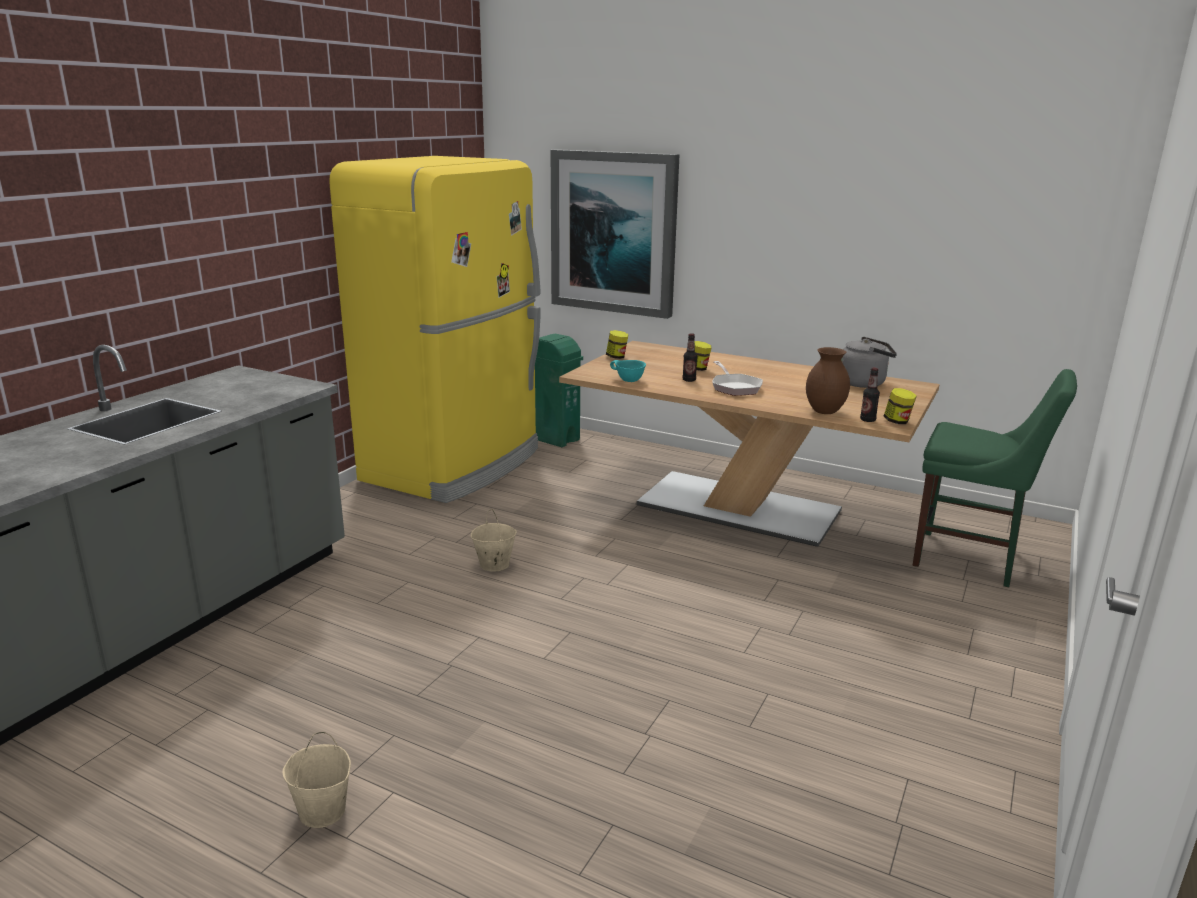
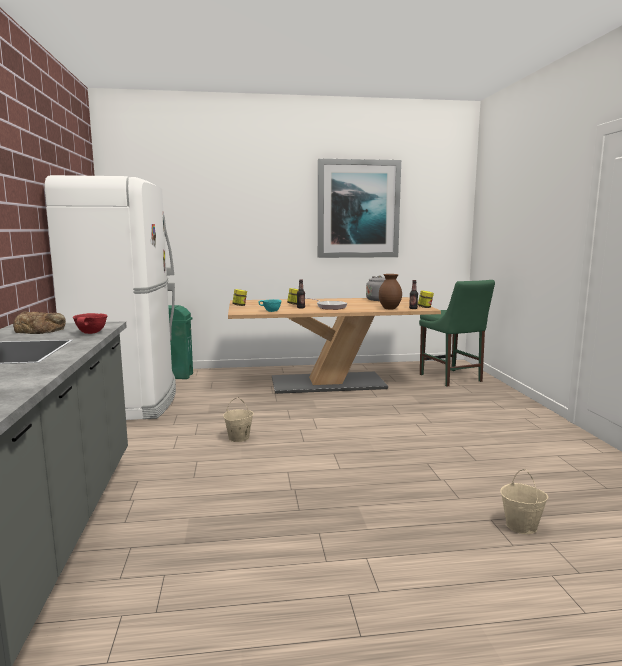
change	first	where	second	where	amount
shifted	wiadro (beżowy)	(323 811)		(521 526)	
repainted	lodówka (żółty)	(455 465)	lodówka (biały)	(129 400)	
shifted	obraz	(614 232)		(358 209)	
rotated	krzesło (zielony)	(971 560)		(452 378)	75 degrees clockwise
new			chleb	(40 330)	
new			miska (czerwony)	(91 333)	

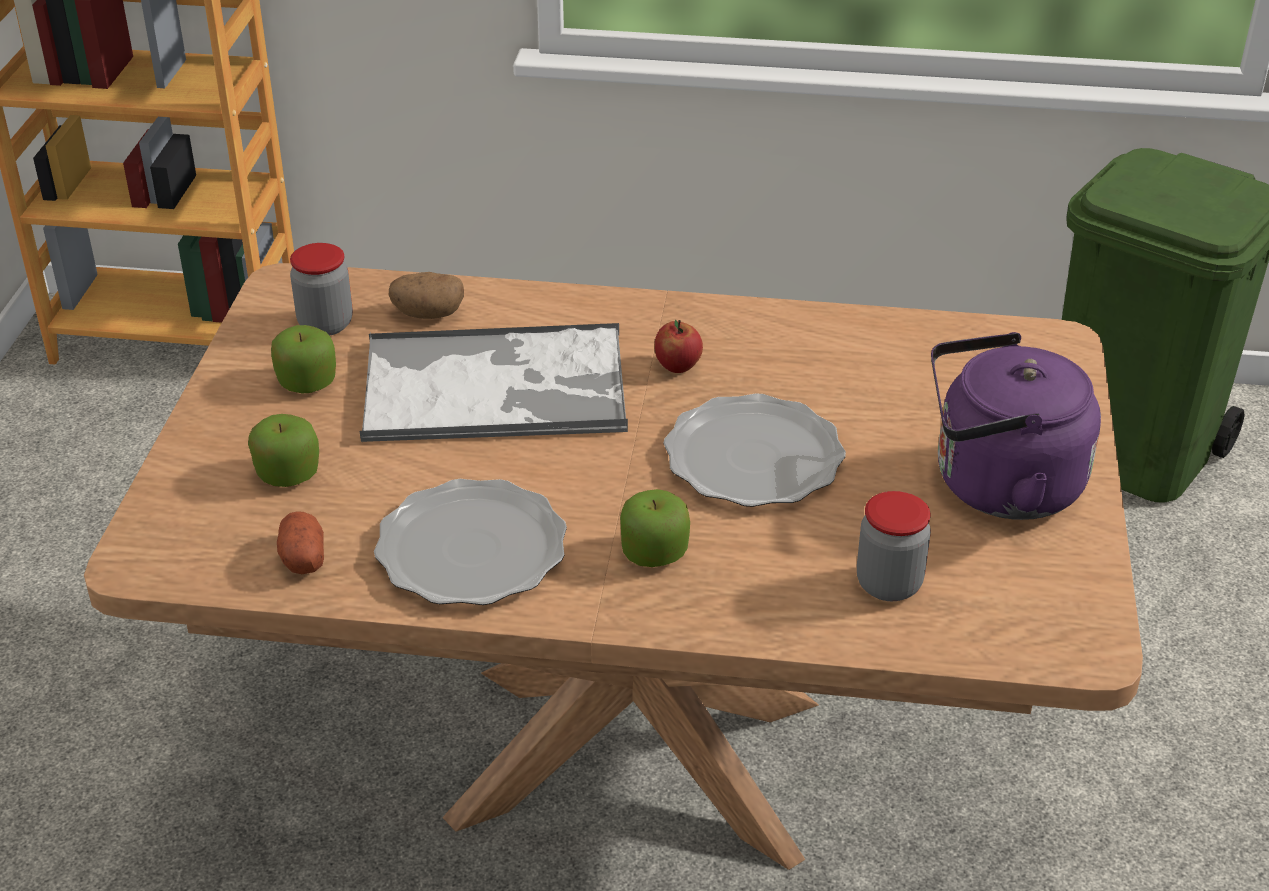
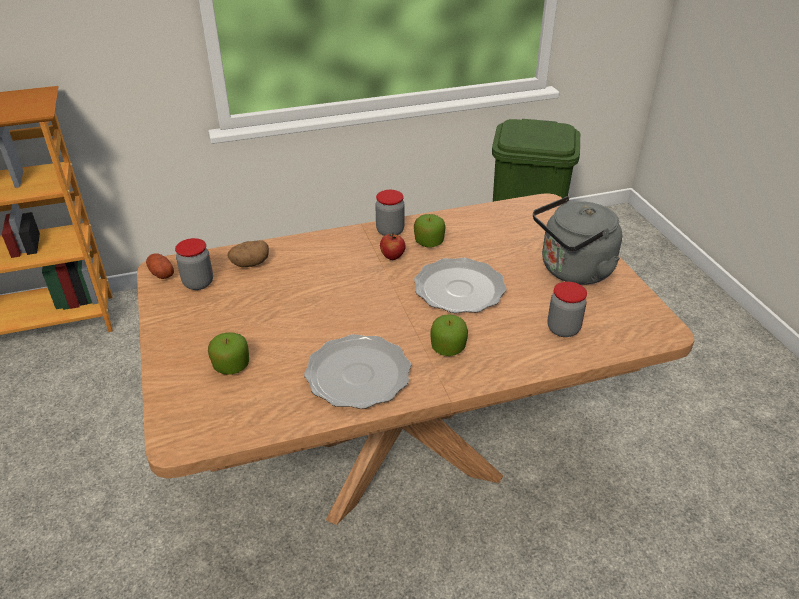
change	first	where	second	where	amount
shifted	jabłko	(307 382)		(429 242)	
shifted	ziemniak	(302 557)		(161 273)	
gone	taca	(497 386)			
repainted	czajnik (fioletowy)	(998 486)	czajnik (szary)	(572 271)	
new			słoik	(390 231)	

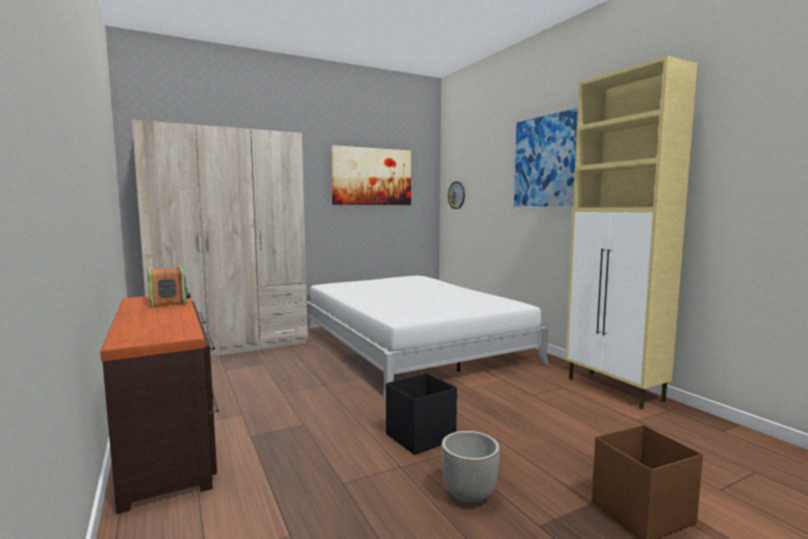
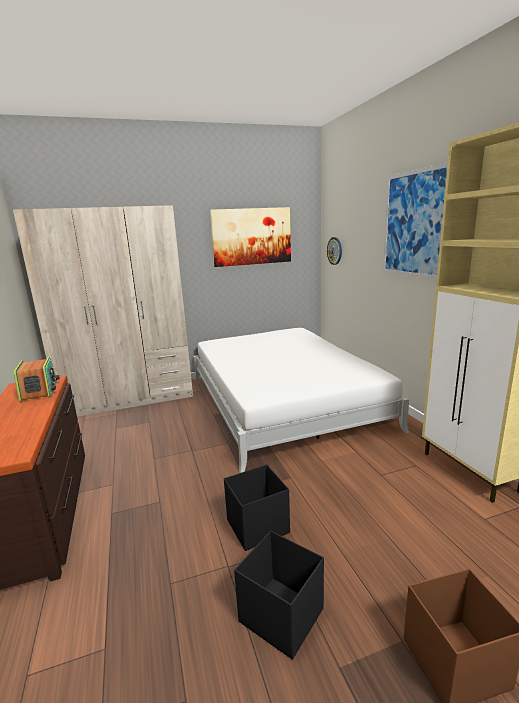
change	first	where	second	where	amount
swapped	donica	(468 496)	pojemnik do przechowywania (czarny)	(280 614)	

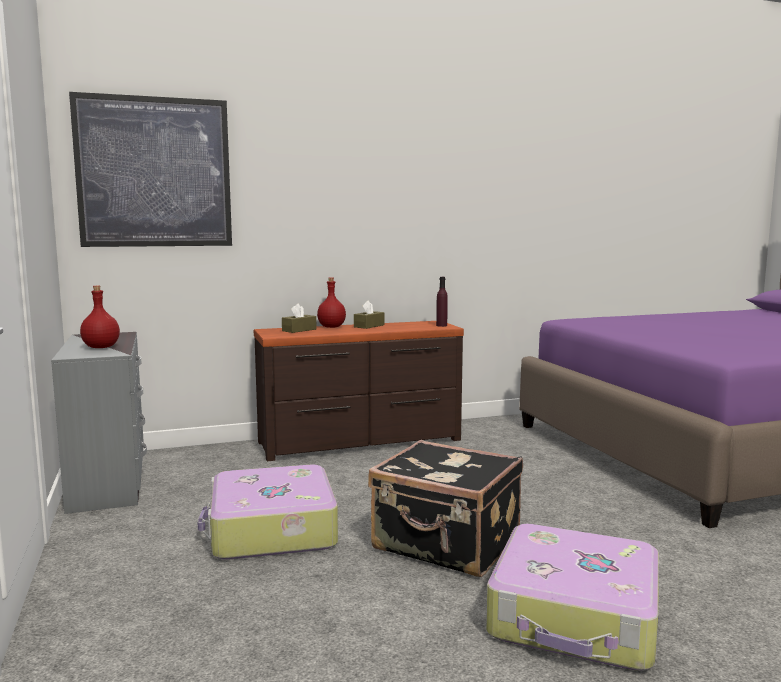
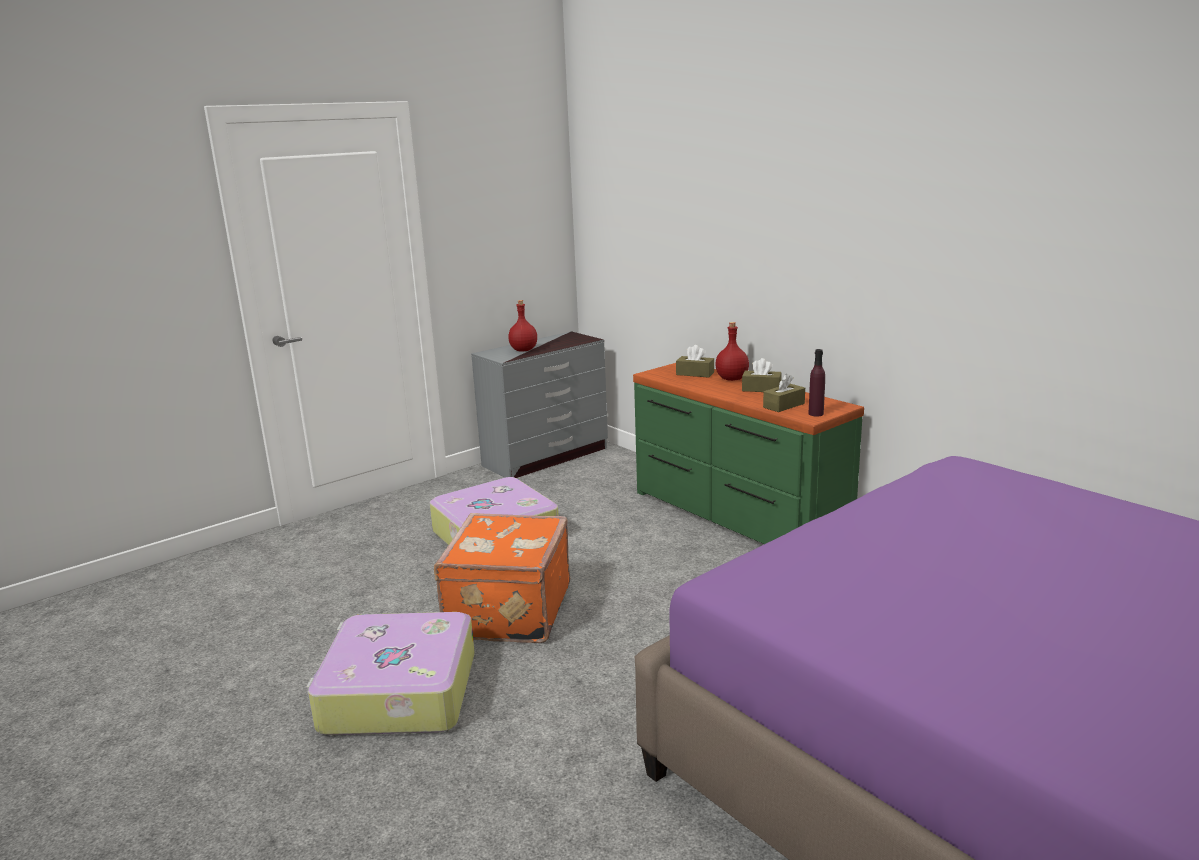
change	first	where	second	where	amount
gone	obraz	(154 172)			
repainted	komoda (brązowy)	(360 442)	komoda (zielony)	(736 516)	
repainted	walizka (czarny)	(446 544)	walizka (pomarańczowy)	(506 611)	
new			pudełko chusteczek (brązowy)	(783 405)	

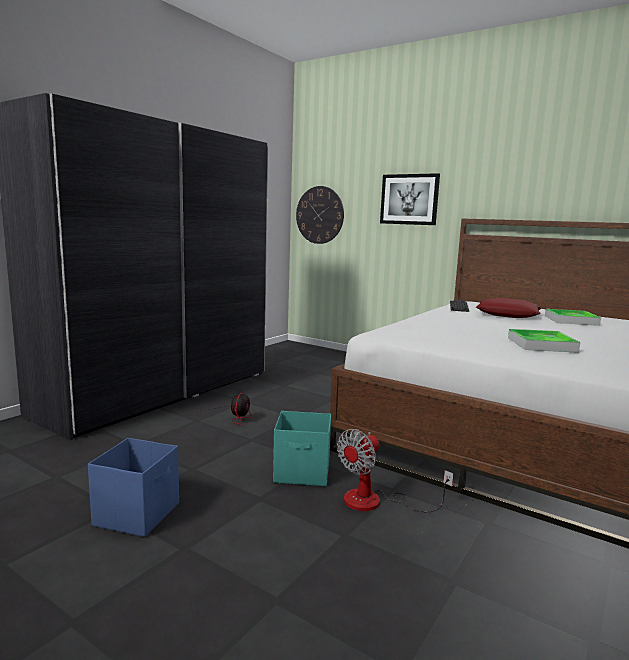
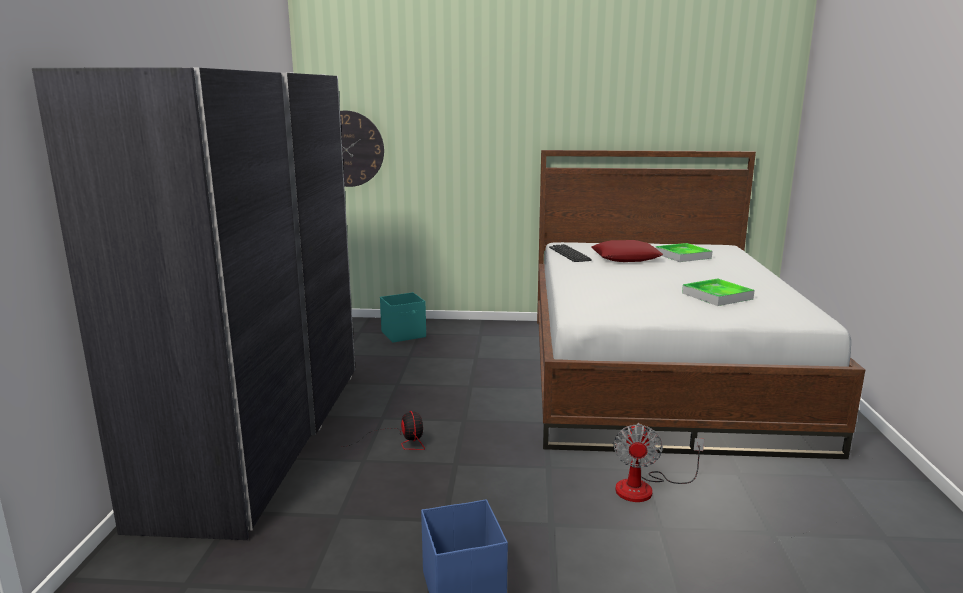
change	first	where	second	where	amount
shifted	pojemnik do przechowywania (turkusowy)	(303 473)		(404 334)	
gone	obraz	(409 199)			

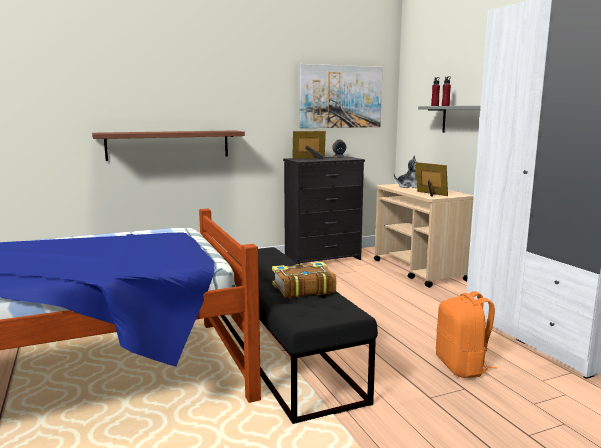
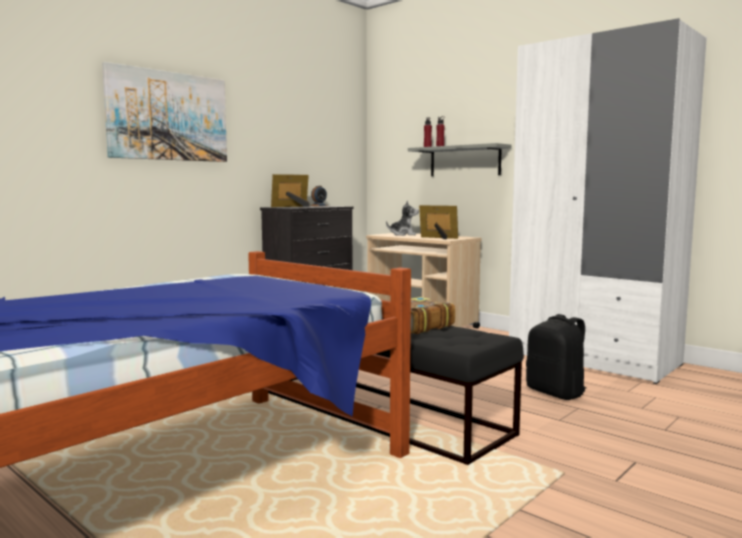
change	first	where	second	where	amount
gone	półka	(168 145)			
shifted	obraz	(340 97)		(168 116)	
repainted	plecak (pomarańczowy)	(462 367)	plecak (czarny)	(556 393)	

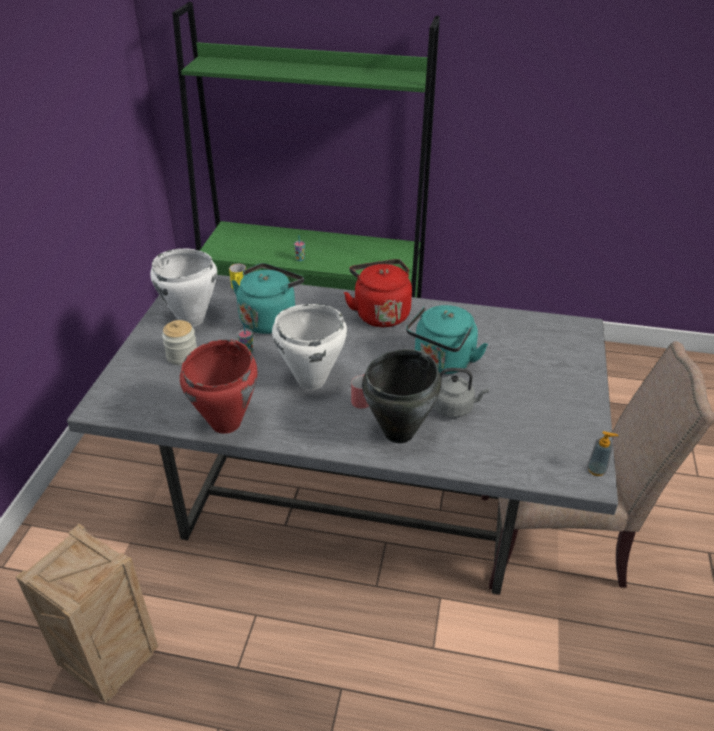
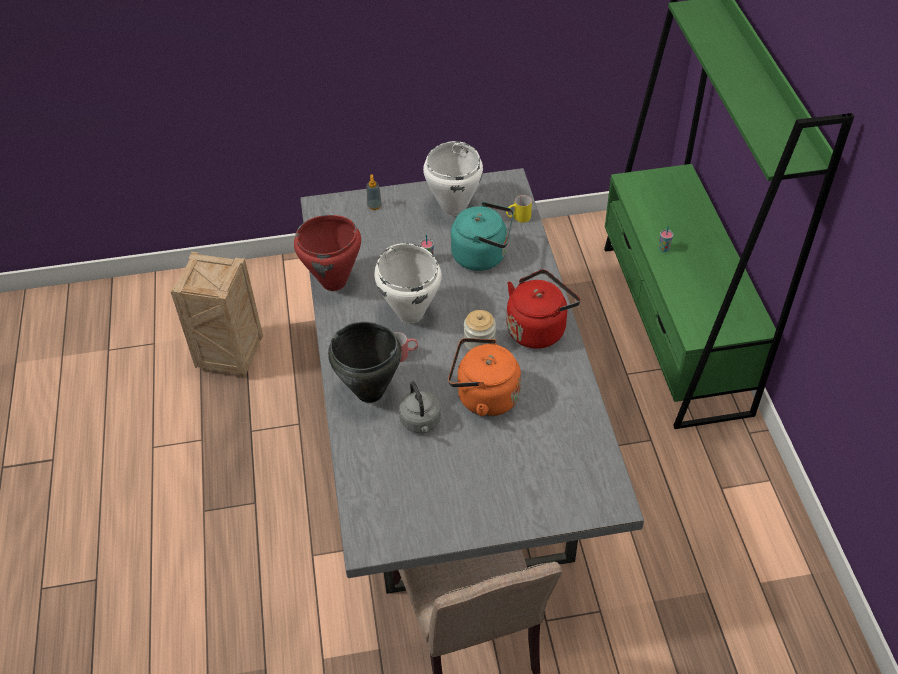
change	first	where	second	where	amount
shifted	słoik	(182 356)		(479 343)	
repainted	czajnik (turkusowy)	(442 363)	czajnik (pomarańczowy)	(483 397)	
shifted	dozownik mydła	(596 470)		(374 206)	

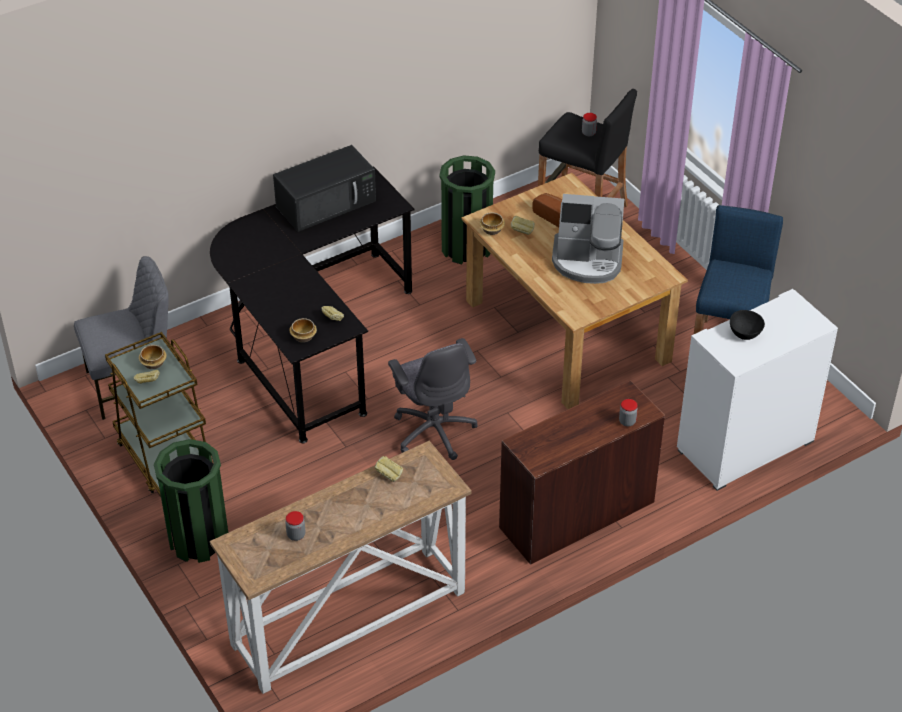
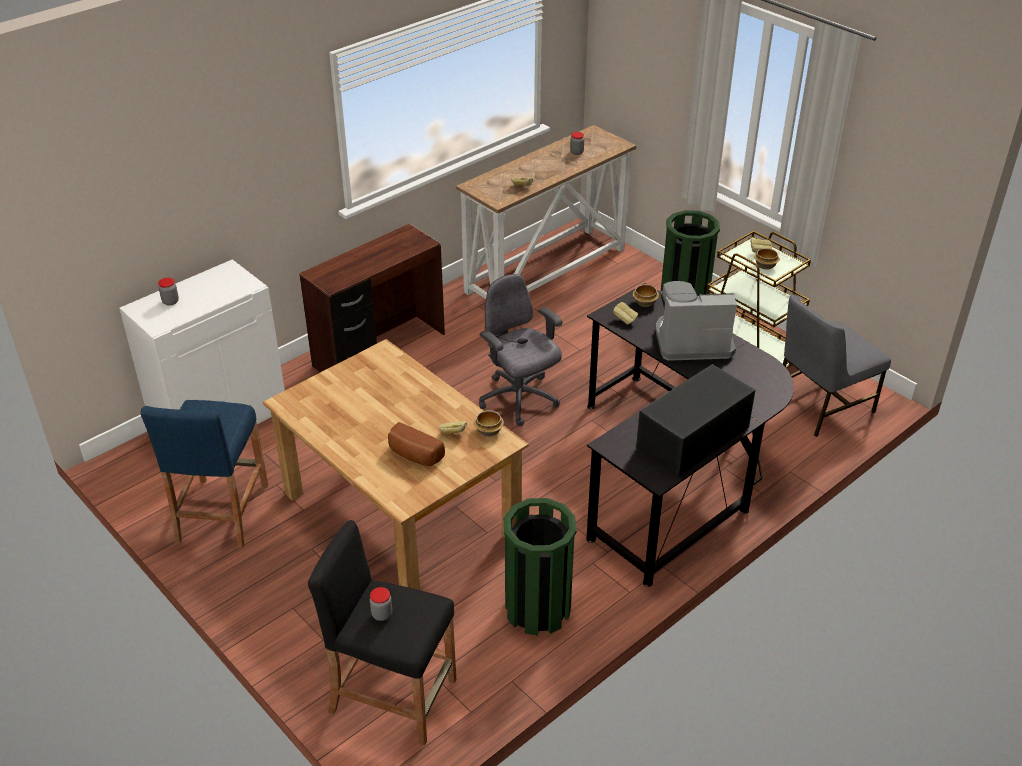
change	first	where	second	where	amount
shifted	ekspres do kawy	(588 261)		(691 341)	
shifted	słoik	(627 421)		(170 301)	
gone	miska (czarny)	(745 333)			

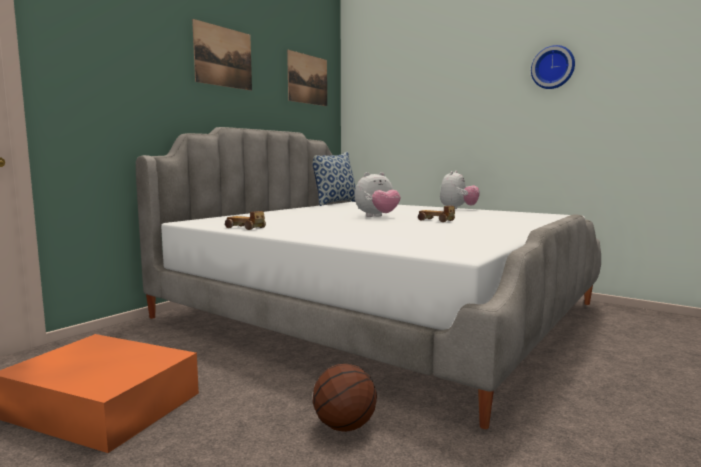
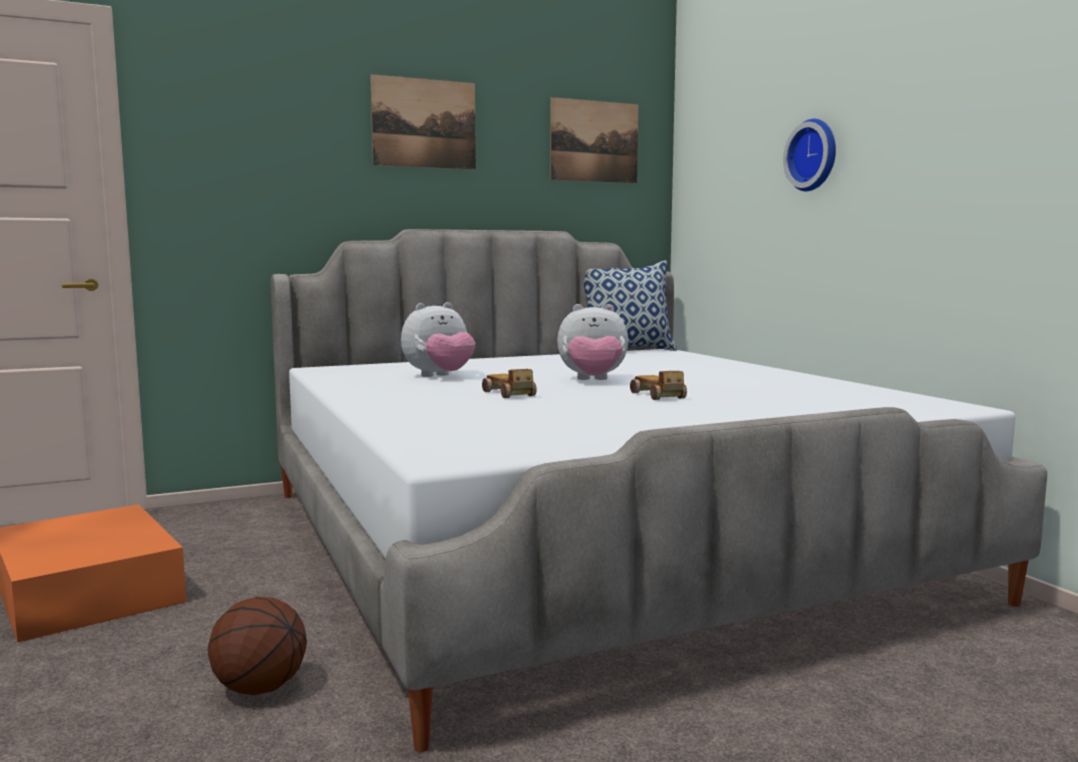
change	first	where	second	where	amount
shifted	samochodzik	(245 228)		(509 394)	
shifted	pluszak	(458 209)		(439 376)	
shifted	zegar ścienny	(553 67)		(814 155)	

